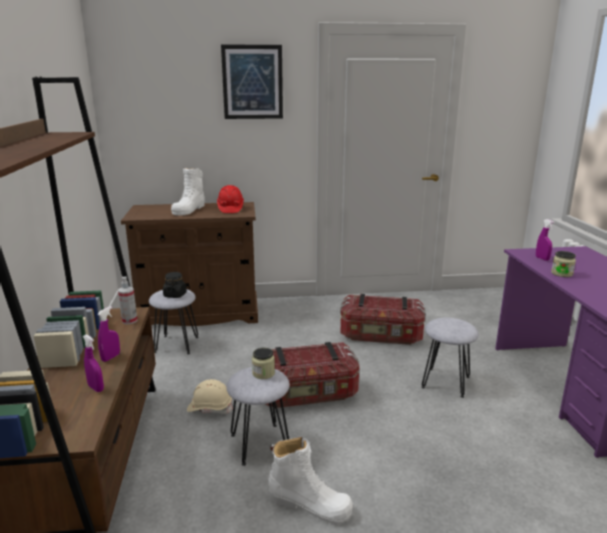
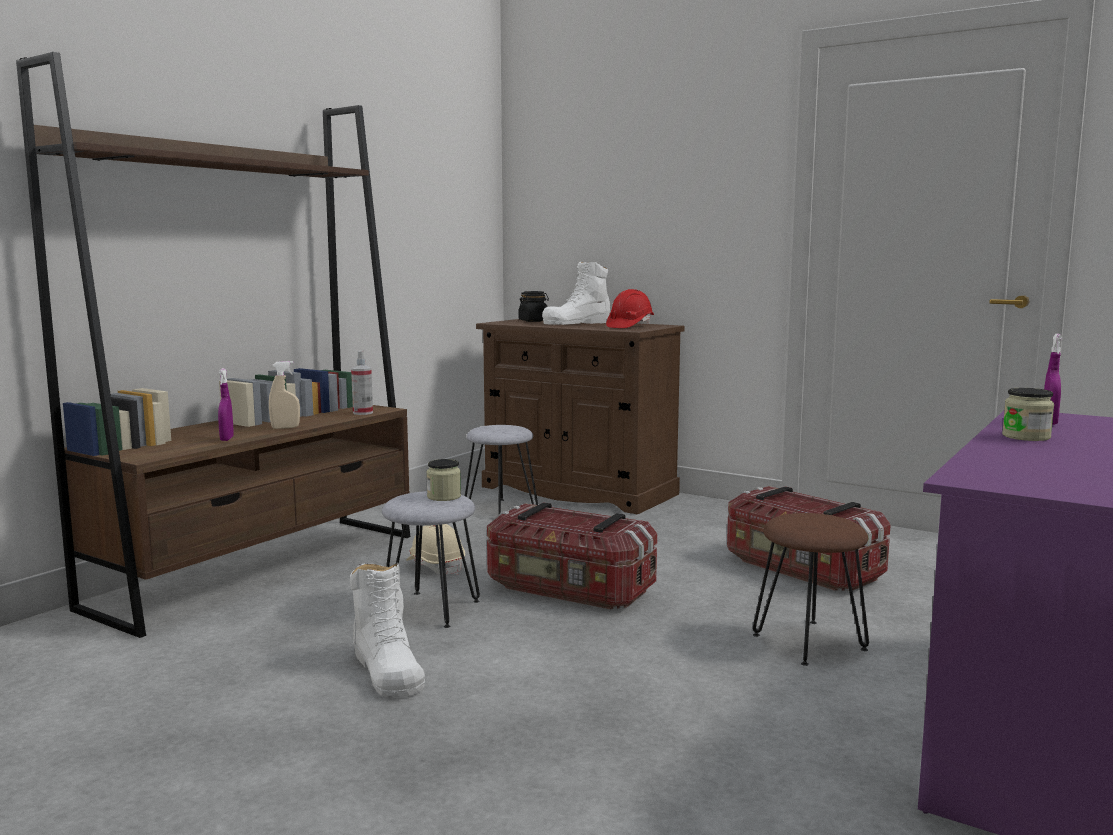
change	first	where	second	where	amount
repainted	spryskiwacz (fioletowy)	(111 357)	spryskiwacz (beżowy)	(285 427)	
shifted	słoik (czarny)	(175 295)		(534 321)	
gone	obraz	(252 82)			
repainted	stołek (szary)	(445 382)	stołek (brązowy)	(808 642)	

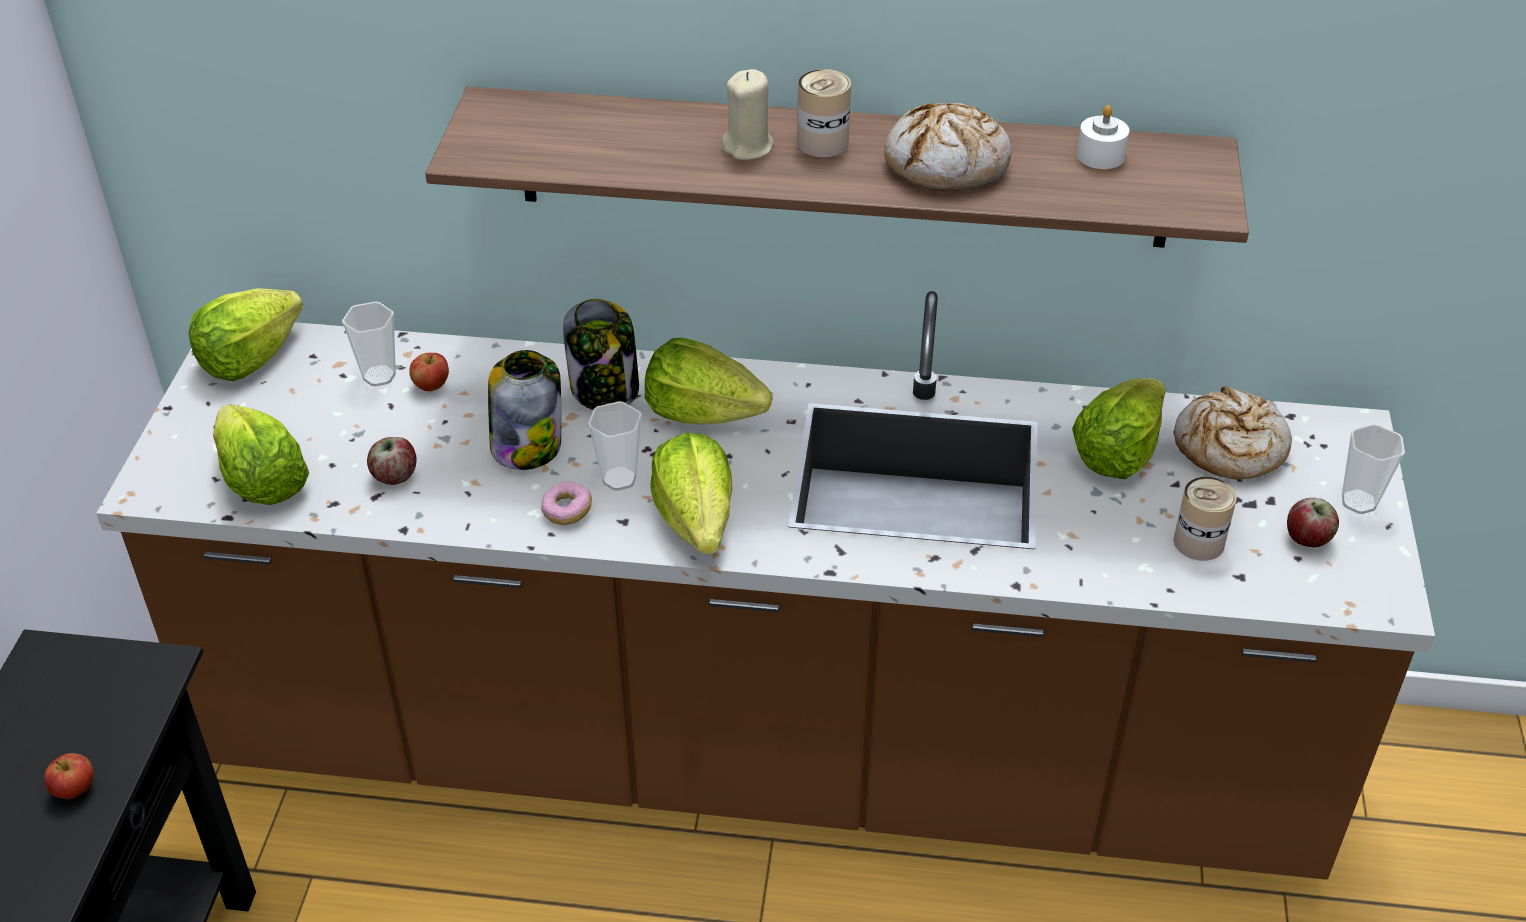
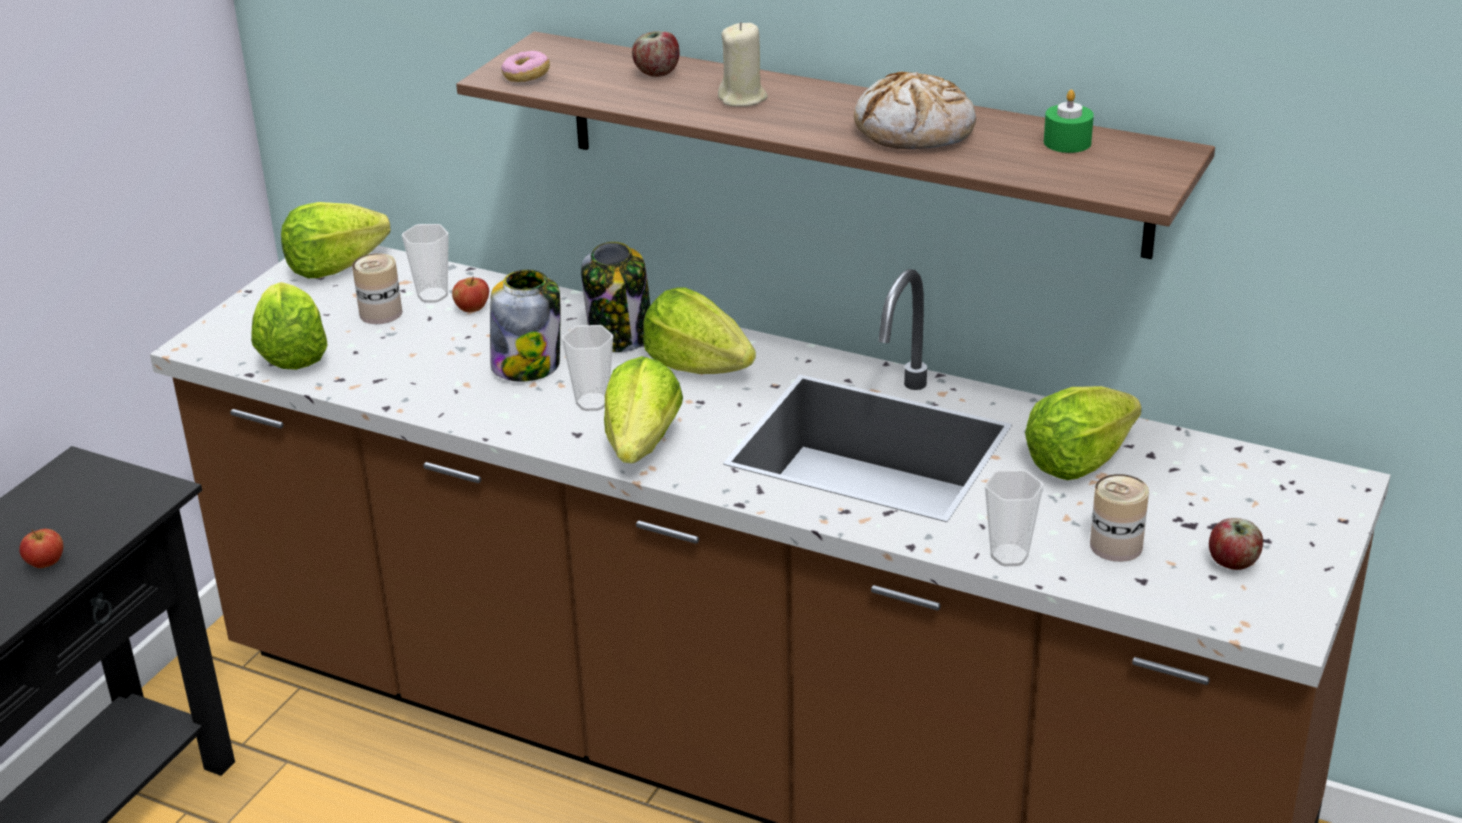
change	first	where	second	where	amount
shifted	jabłko	(394 476)		(656 72)	
shifted	donut	(567 511)		(526 77)	
shifted	puszka	(822 143)		(381 313)	
repainted	świeca (biały)	(1100 155)	świeca (zielony)	(1067 142)	
gone	chleb	(1229 447)			
shifted	filiżanka	(1358 502)		(1009 556)	

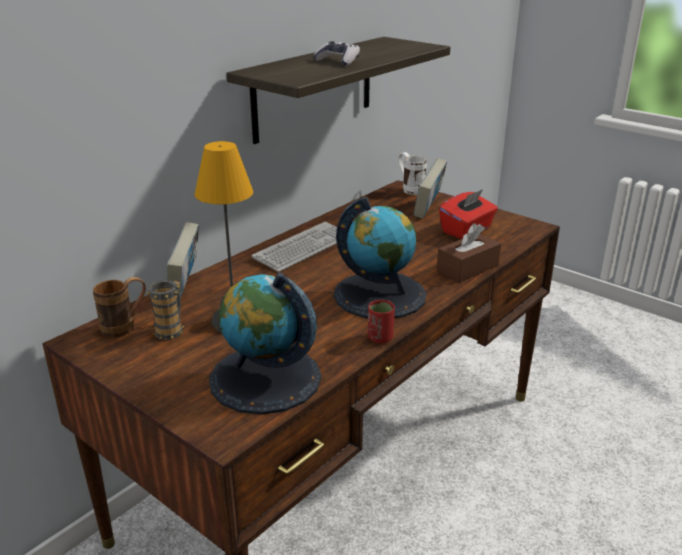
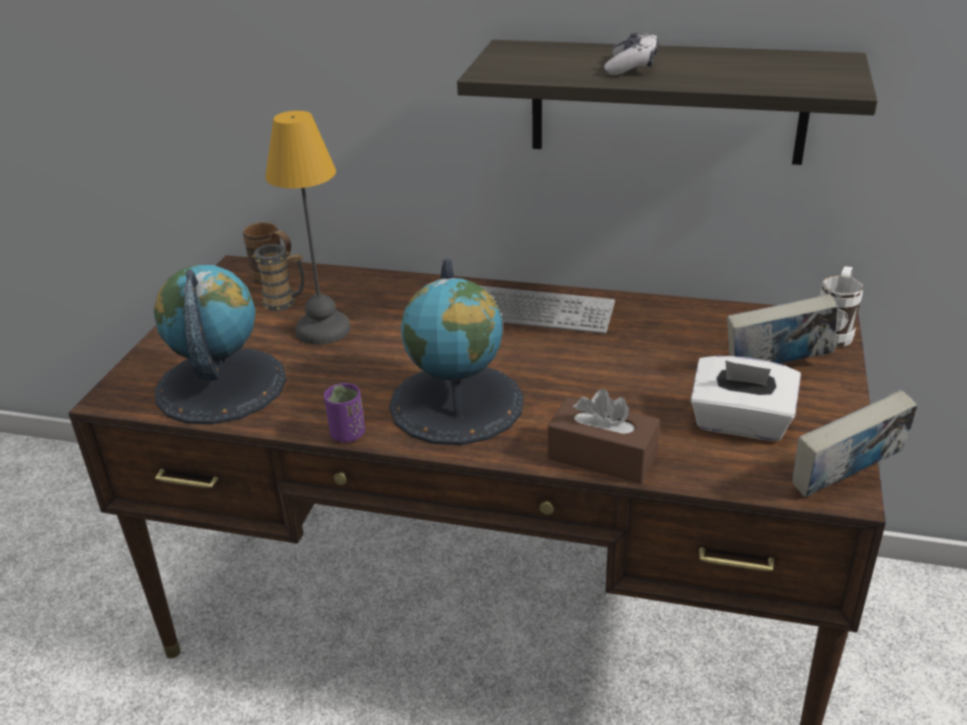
change	first	where	second	where	amount
shifted	książka	(185 286)		(844 482)	
repainted	filiżanka (czerwony)	(380 338)	filiżanka (fioletowy)	(347 434)	
repainted	pudełko chusteczek (czerwony)	(467 230)	pudełko chusteczek (biały)	(740 423)	

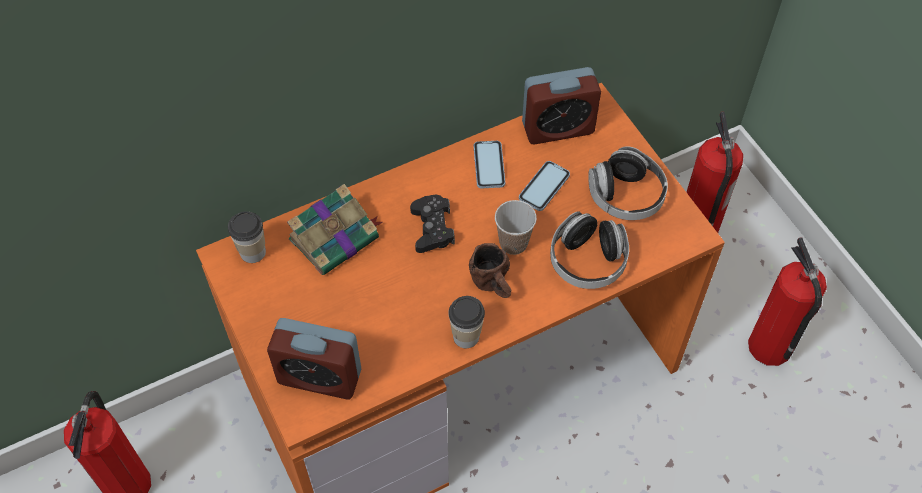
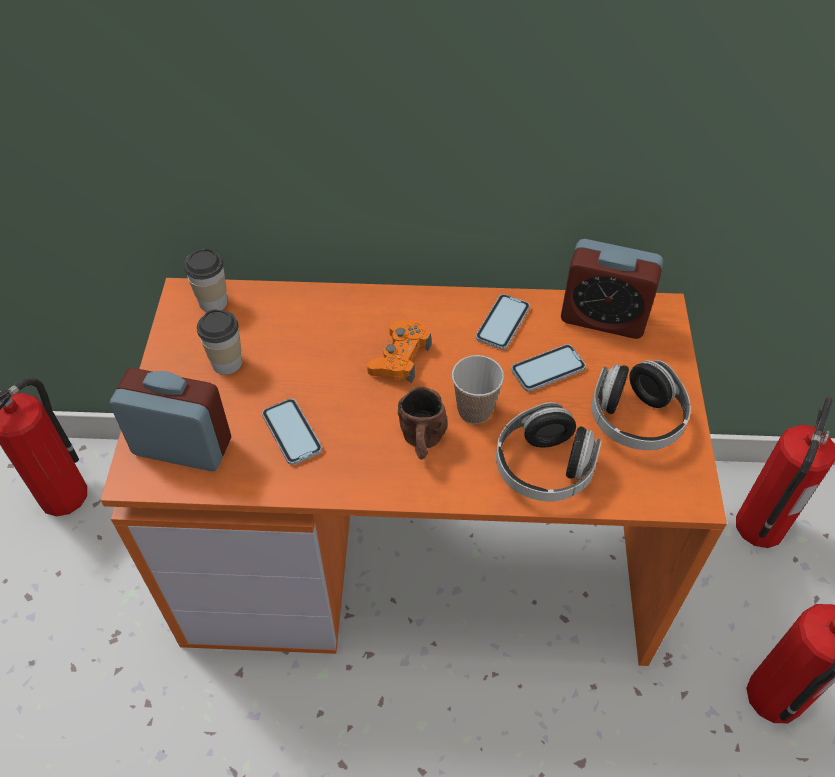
change	first	where	second	where	amount
rotated	budzik	(319 377)		(182 447)	150 degrees clockwise
gone	książka	(336 238)			
repainted	pad do gier (czarny)	(432 228)	pad do gier (pomarańczowy)	(400 357)	
shifted	filiżanka	(466 336)		(227 363)	
new			telefon	(292 433)	

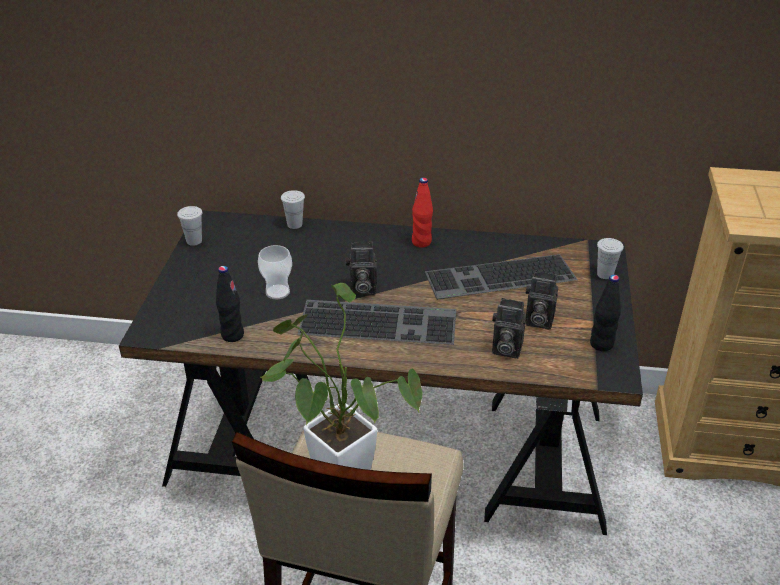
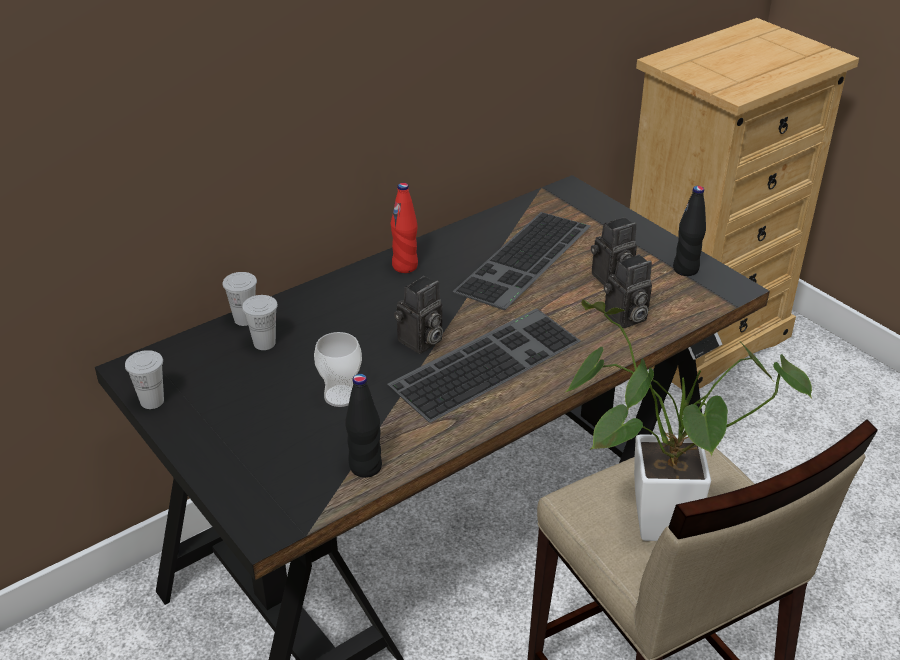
change	first	where	second	where	amount
shifted	filiżanka (biały)	(605 274)		(264 343)	

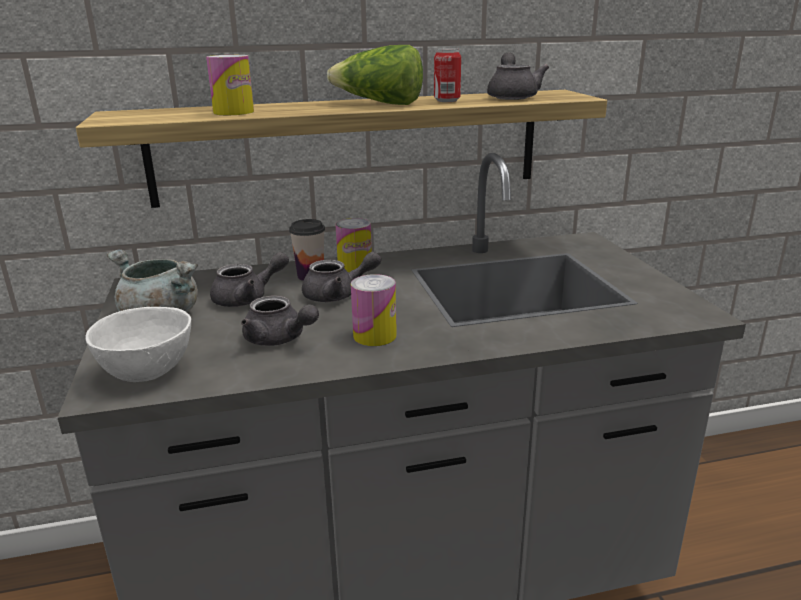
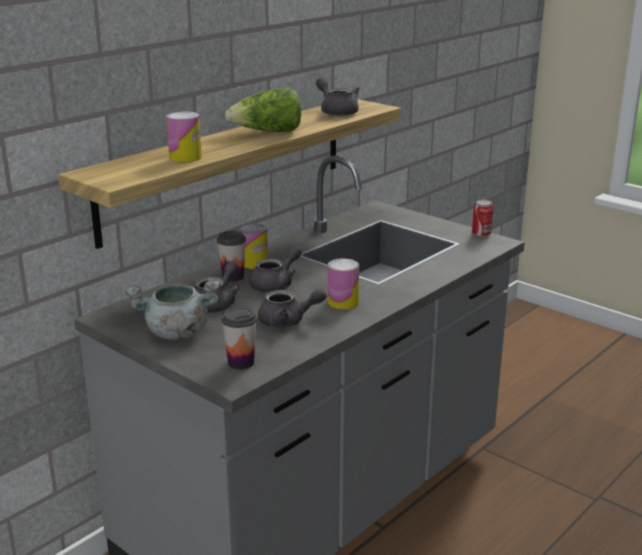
change	first	where	second	where	amount
swapped	miska (biały)	(150 372)	filiżanka	(241 363)	
shifted	puszka	(447 101)		(481 235)	

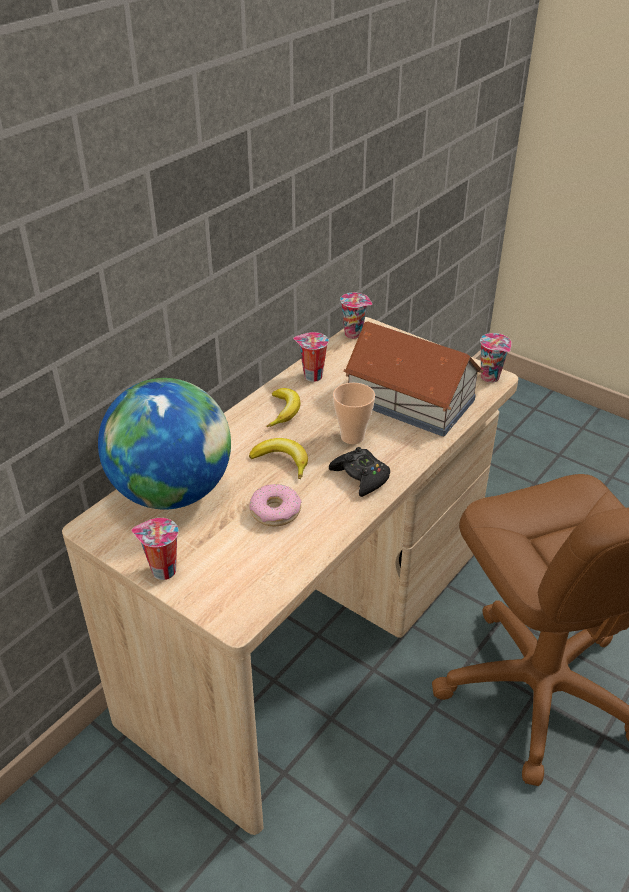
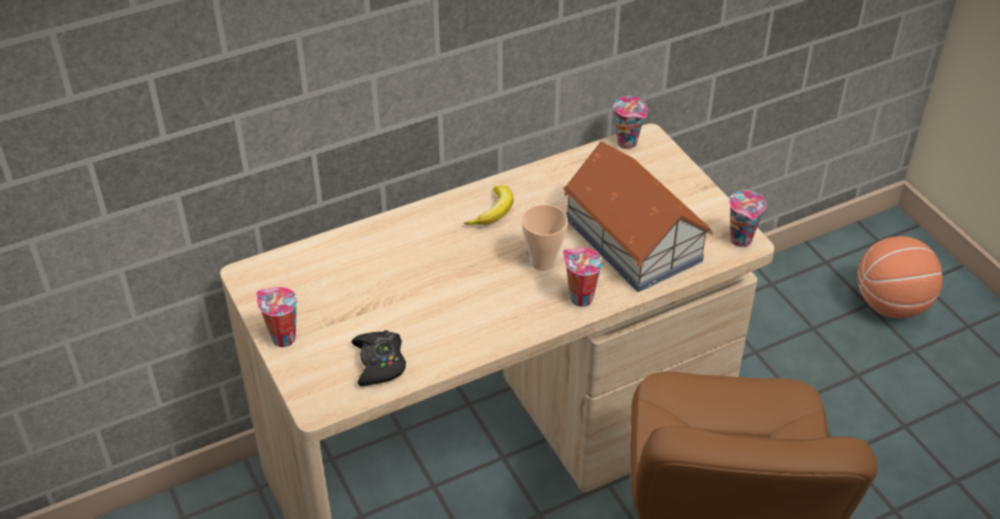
change	first	where	second	where	amount
gone	globus	(172 492)			
gone	banan	(282 461)			
gone	donut	(275 511)			
shifted	filiżanka	(311 376)		(579 298)	
shifted	pad do gier (czarny)	(361 477)		(379 363)	
new			piłka do koszykówki	(890 304)	

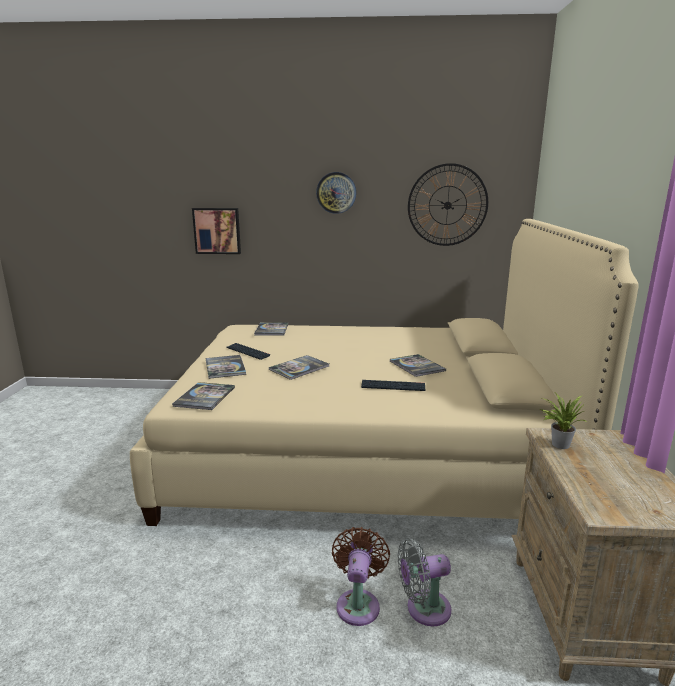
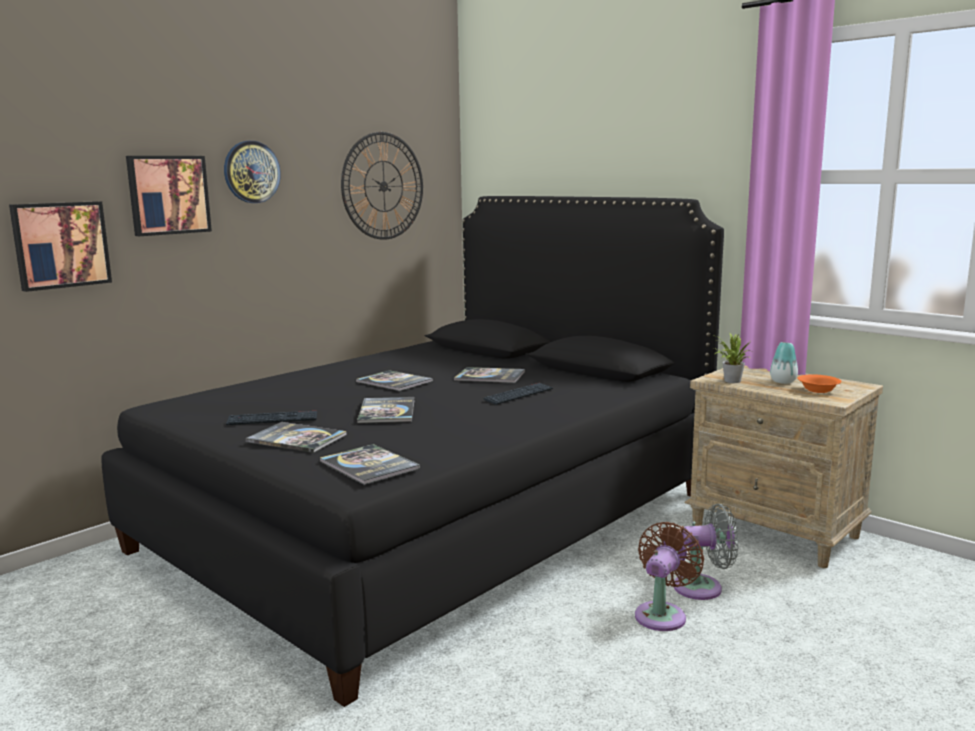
change	first	where	second	where	amount
repainted	łóżko (beżowy)	(363 453)	łóżko (czarny)	(433 520)	
shifted	książka	(271 329)		(394 382)	
rotated	wentylator (brązowy)	(358 603)		(662 614)	75 degrees clockwise
rotated	wentylator (szary)	(424 609)		(703 587)	120 degrees counterclockwise
new			obraz	(168 195)	
new			wazon	(783 381)	
new			miska (pomarańczowy)	(817 390)	

